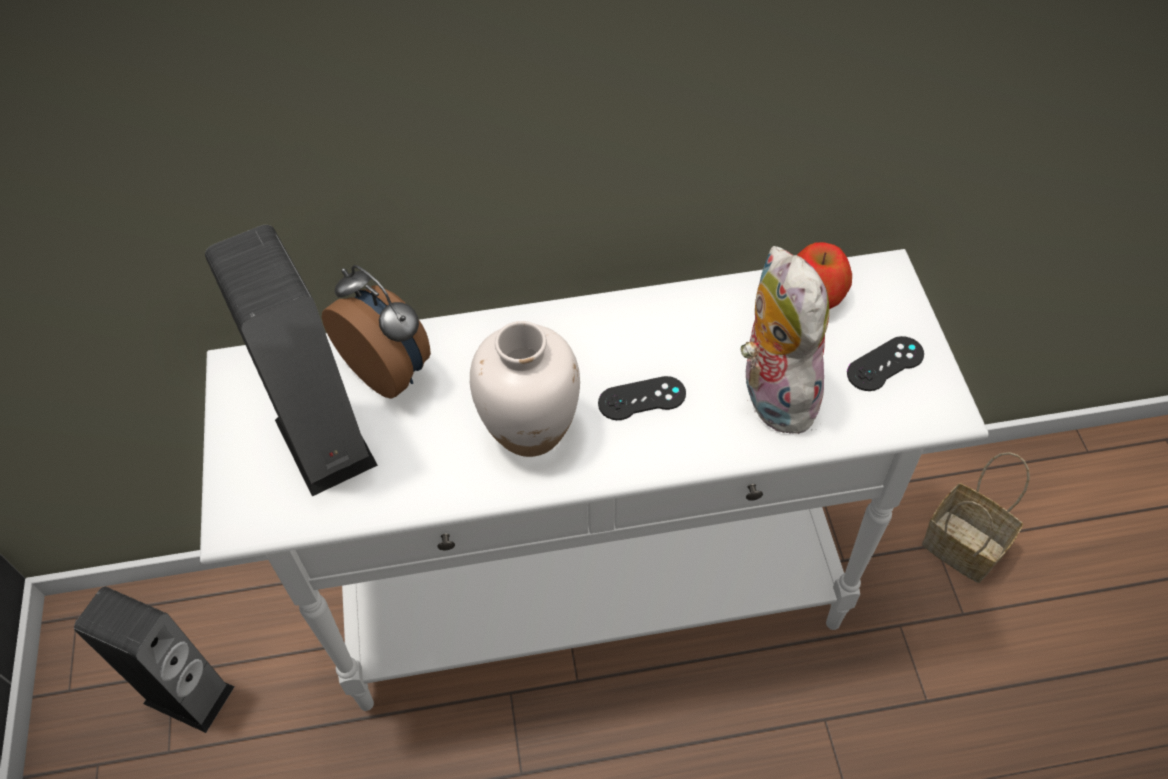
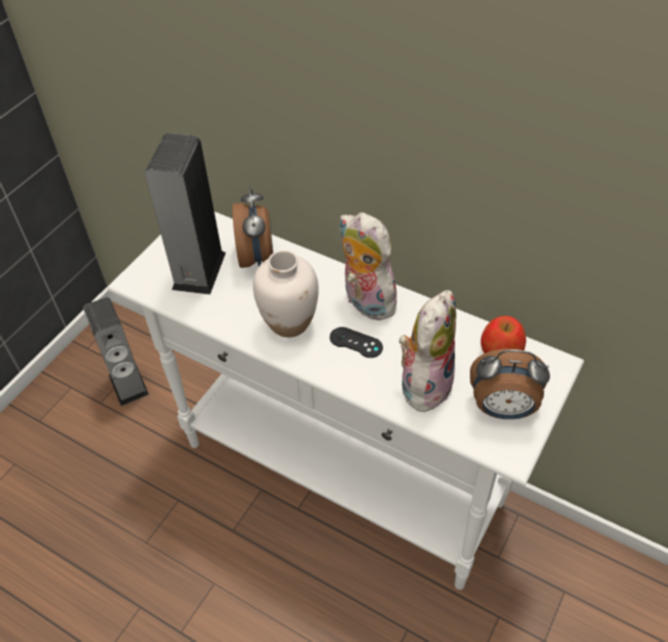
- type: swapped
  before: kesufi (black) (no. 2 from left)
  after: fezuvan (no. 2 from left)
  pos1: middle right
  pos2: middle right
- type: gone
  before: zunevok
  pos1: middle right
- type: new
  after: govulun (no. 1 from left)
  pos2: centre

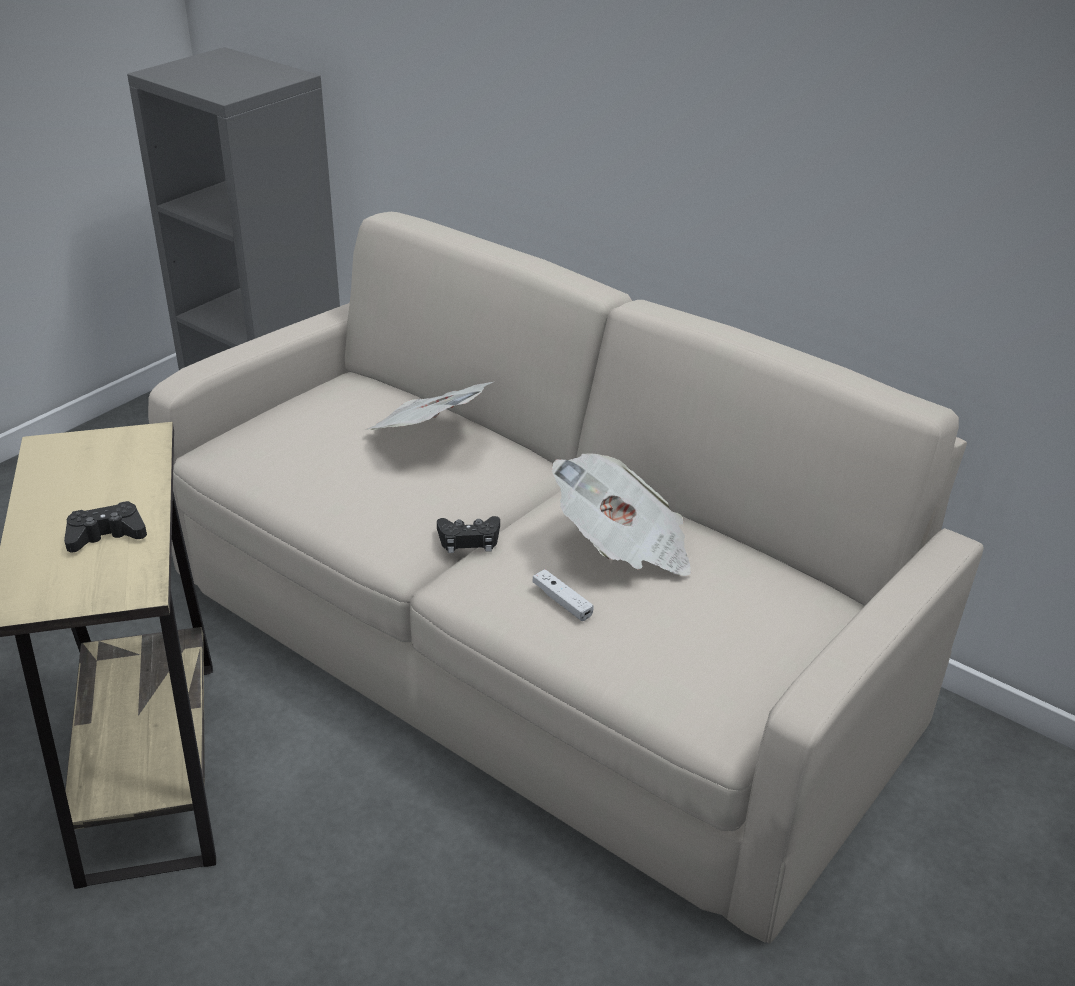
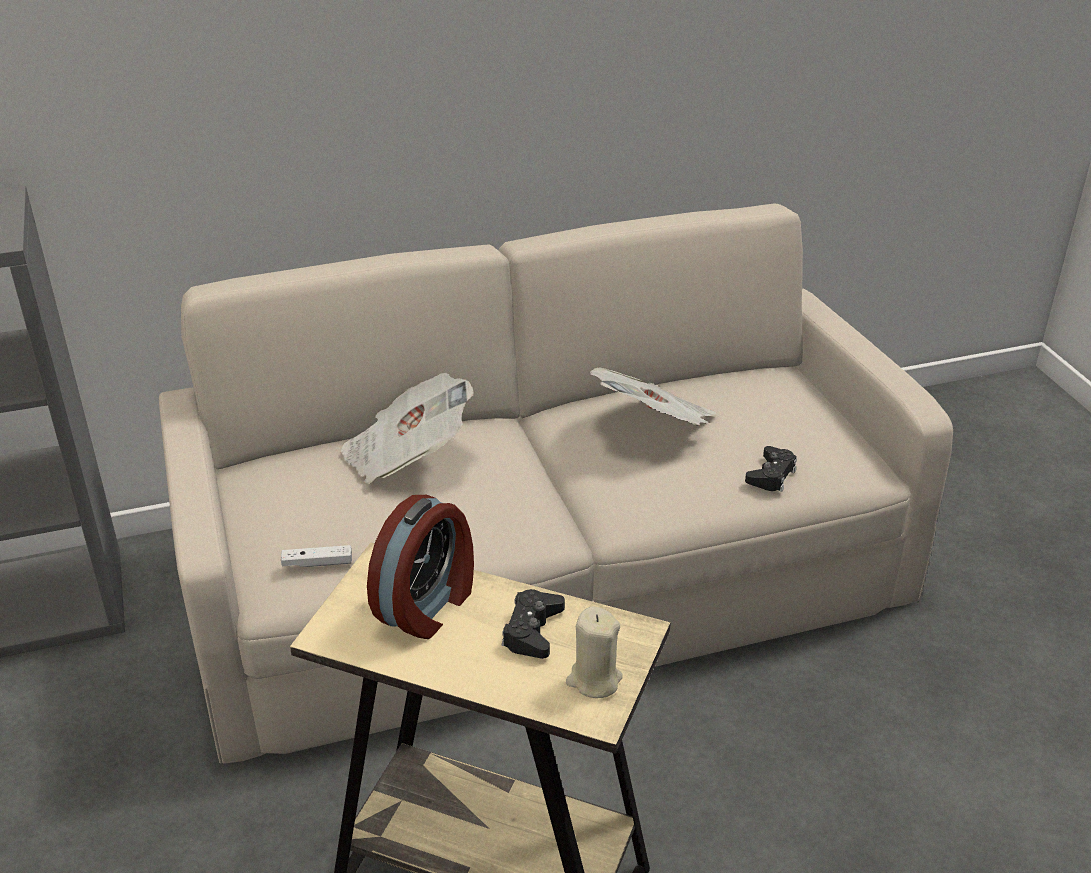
- type: shifted
  before: kesufi (black) (no. 2 from left)
  pos1: centre
  pos2: middle right
- type: shifted
  before: kesufi (white)
  pos1: centre
  pos2: middle left
- type: new
  after: fezuvan
  pos2: centre
- type: new
  after: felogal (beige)
  pos2: bottom centre

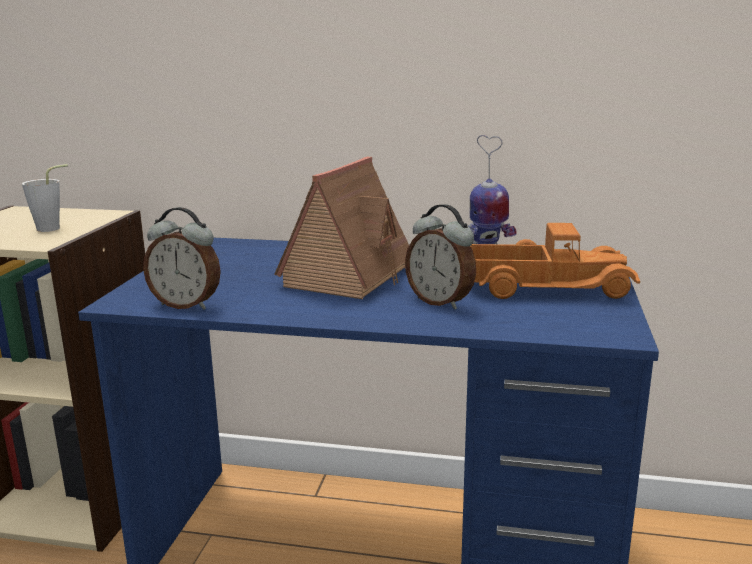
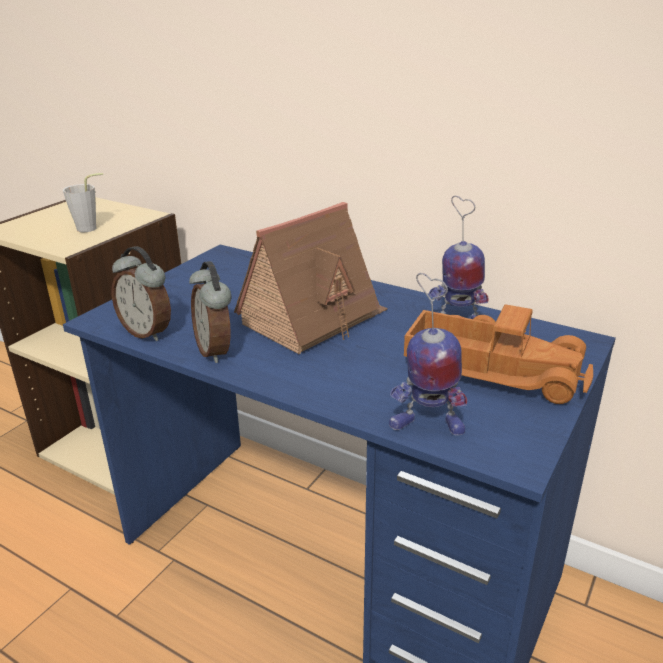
- type: shifted
  before: fezuvan (no. 2 from left)
  pos1: centre
  pos2: middle left
- type: new
  after: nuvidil (no. 1 from left)
  pos2: centre

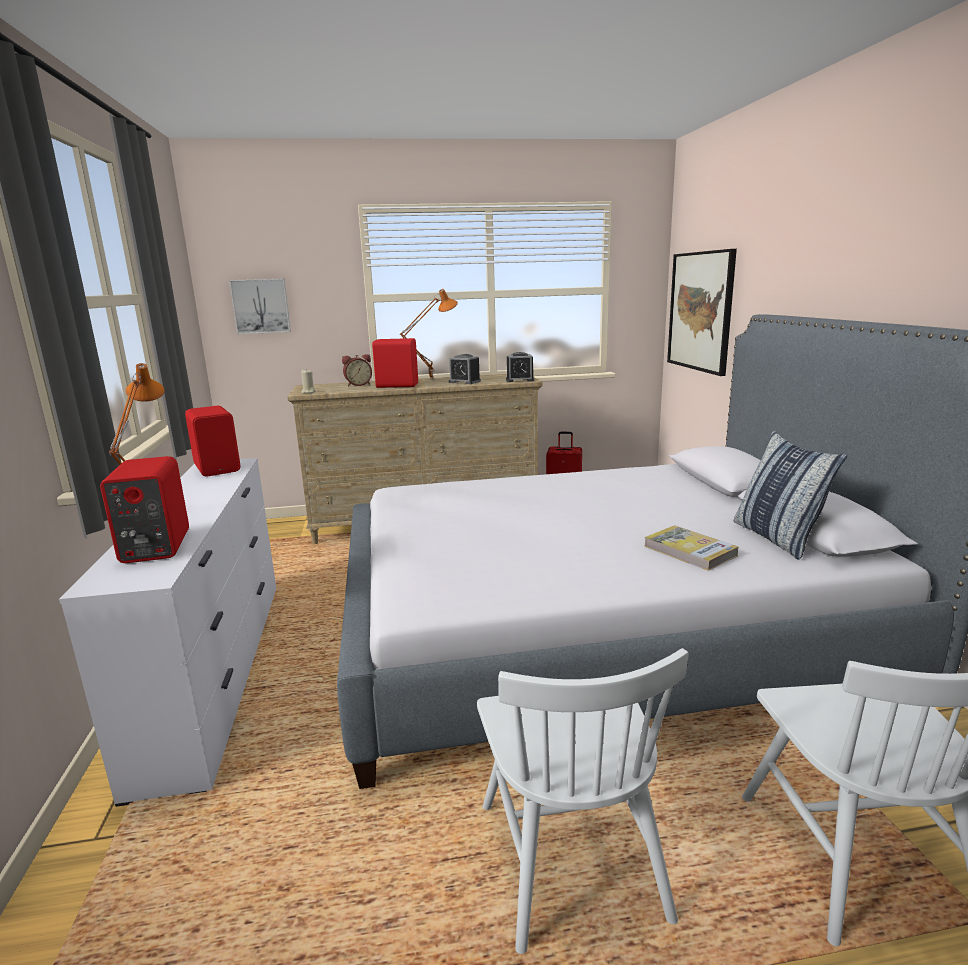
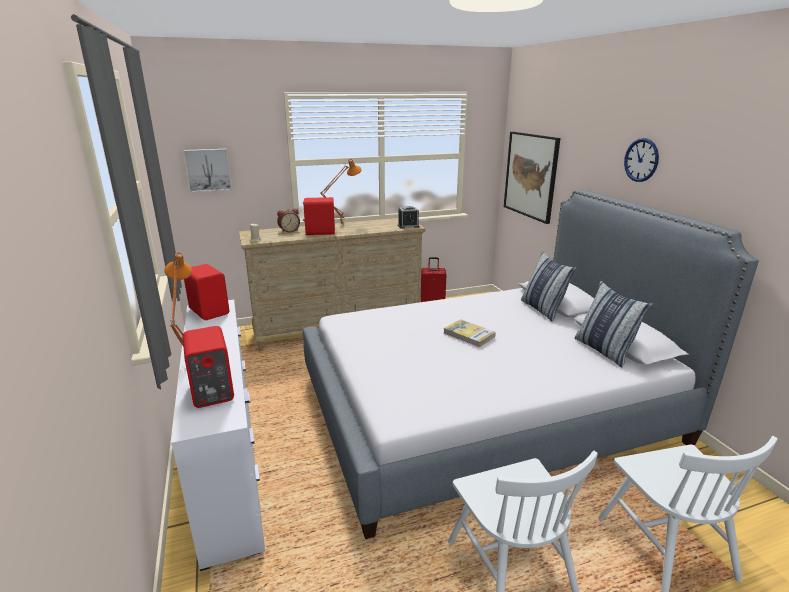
- type: gone
  before: fezuvan (no. 2 from left)
  pos1: centre
- type: shifted
  before: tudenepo
  pos1: middle right
  pos2: centre
- type: new
  after: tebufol (no. 1 from left)
  pos2: middle right
- type: new
  after: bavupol
  pos2: top right

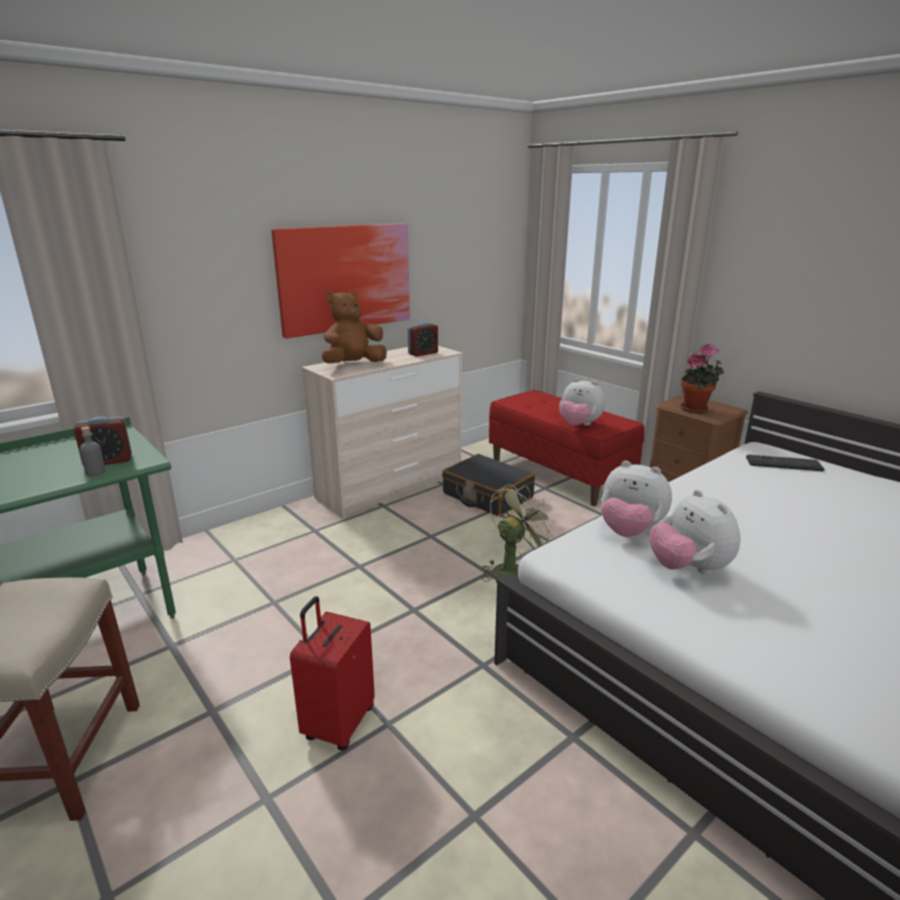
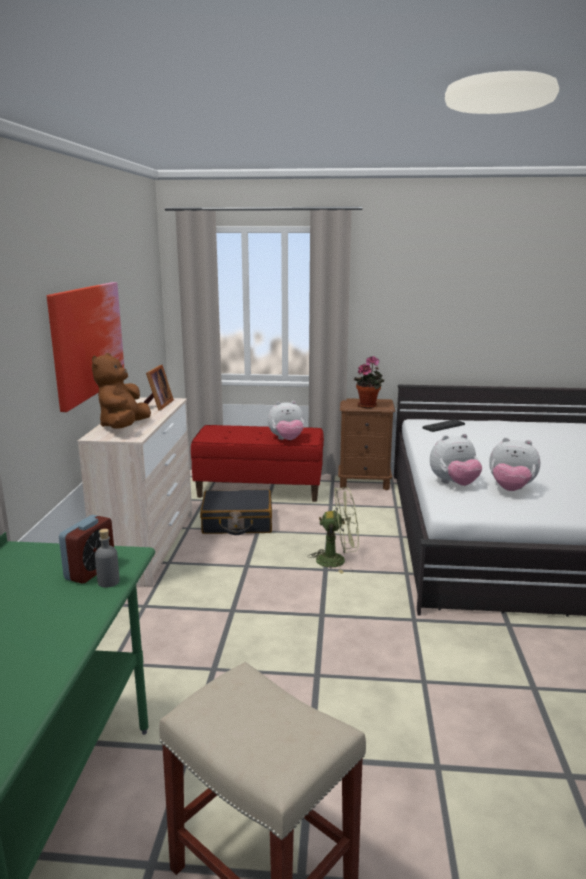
- type: gone
  before: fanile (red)
  pos1: bottom centre
- type: swapped
  before: fezuvan (no. 2 from left)
  after: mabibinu
  pos1: centre
  pos2: middle left
- type: rotated
  before: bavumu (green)
  pos1: centre
  pos2: centre
  turn: 90

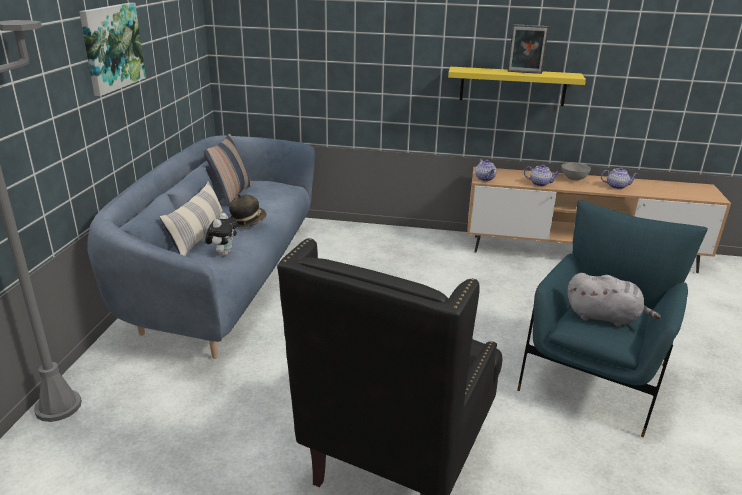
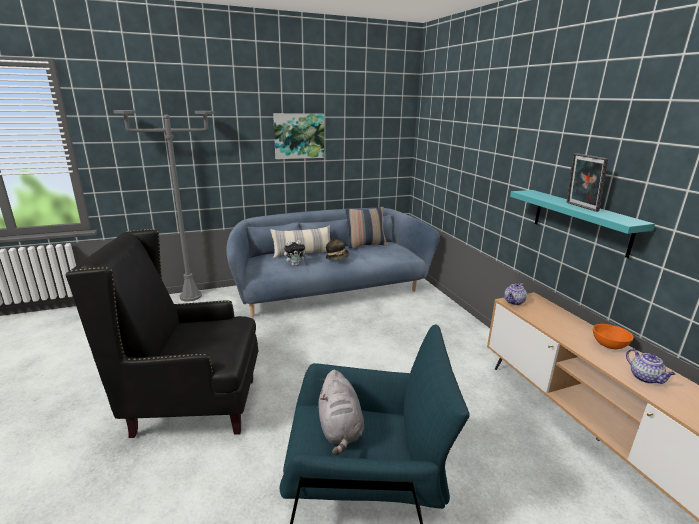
- type: repainted
  before: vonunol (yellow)
  after: vonunol (turquoise)
  pos1: top right
  pos2: middle right
- type: gone
  before: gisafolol (no. 2 from left)
  pos1: middle right
- type: repainted
  before: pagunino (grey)
  after: pagunino (orange)
  pos1: middle right
  pos2: middle right

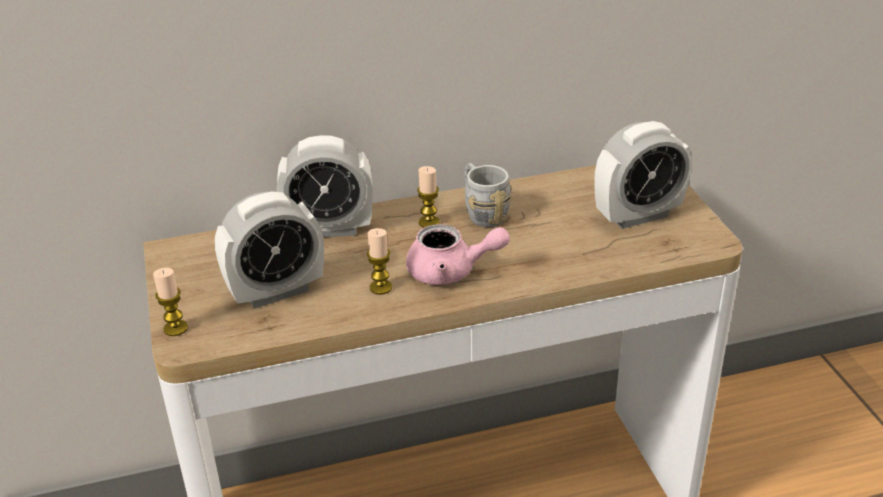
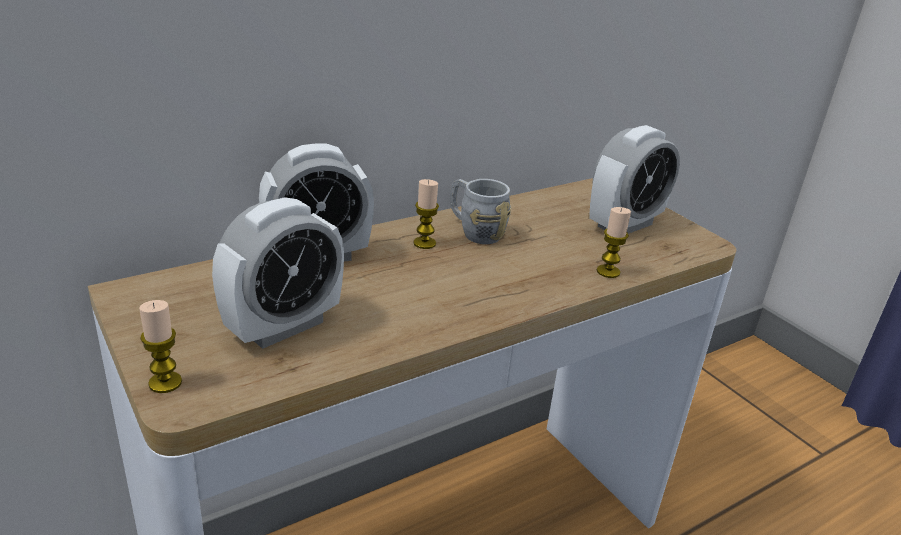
- type: shifted
  before: felogal (no. 2 from left in the first image)
  after: felogal (no. 3 from left)
  pos1: centre
  pos2: middle right
- type: gone
  before: gisafolol (pink)
  pos1: centre

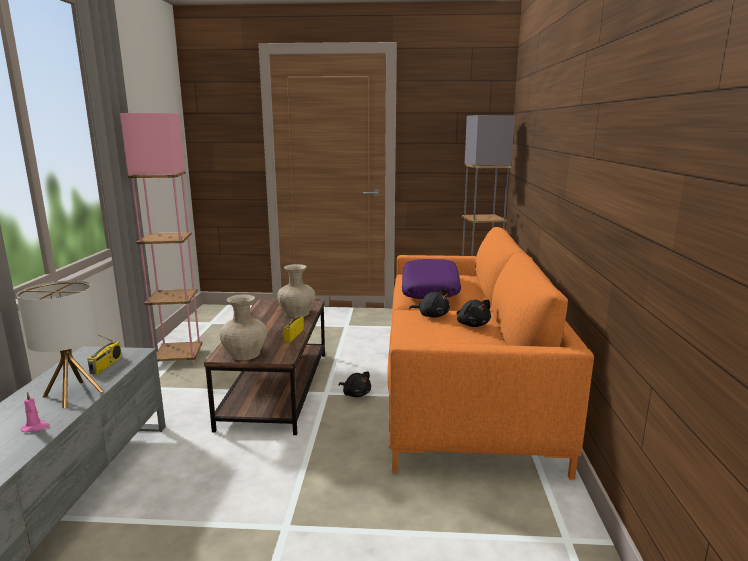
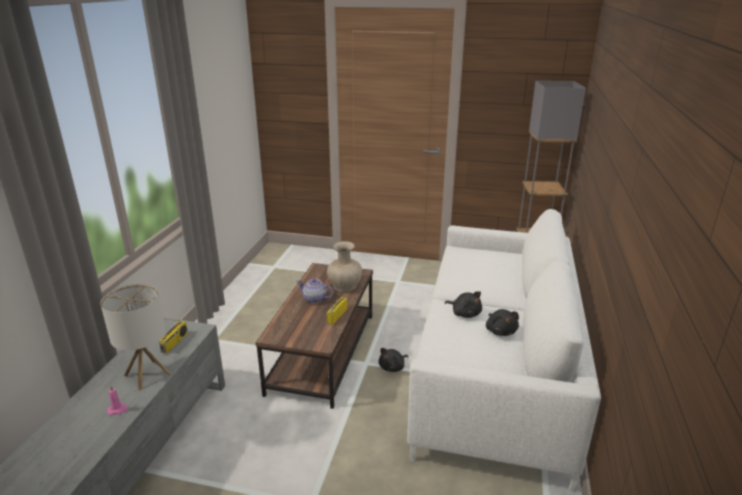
- type: gone
  before: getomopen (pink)
  pos1: middle left
- type: gone
  before: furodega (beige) (no. 1 from left)
  pos1: middle left
- type: rotated
  before: govulun (black) (no. 1 from left)
  pos1: bottom centre
  pos2: bottom centre
  turn: 90
- type: repainted
  before: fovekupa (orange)
  after: fovekupa (white)
  pos1: centre
  pos2: bottom right
- type: gone
  before: tebufol (purple)
  pos1: centre
- type: new
  after: gisafolol
  pos2: centre

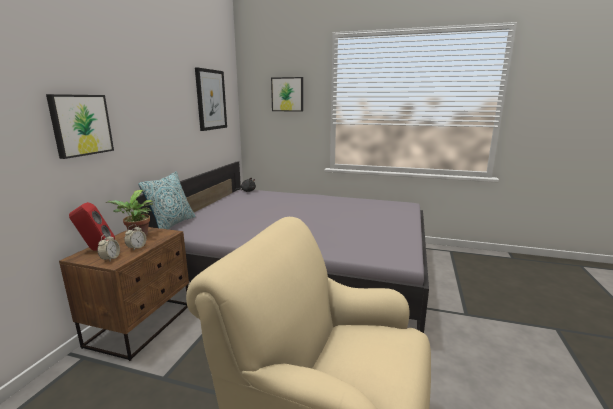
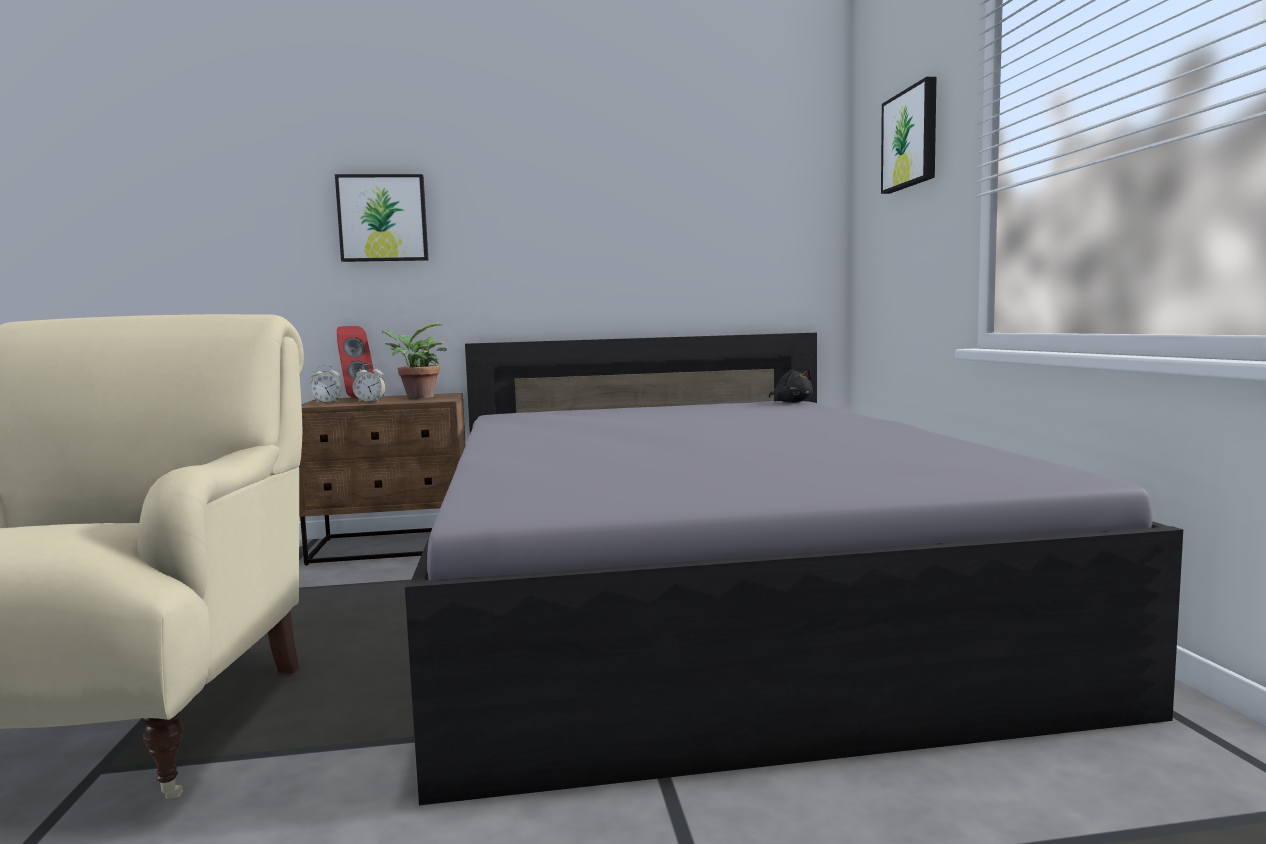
- type: gone
  before: tebufol
  pos1: middle left
- type: gone
  before: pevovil (no. 2 from left)
  pos1: top centre

